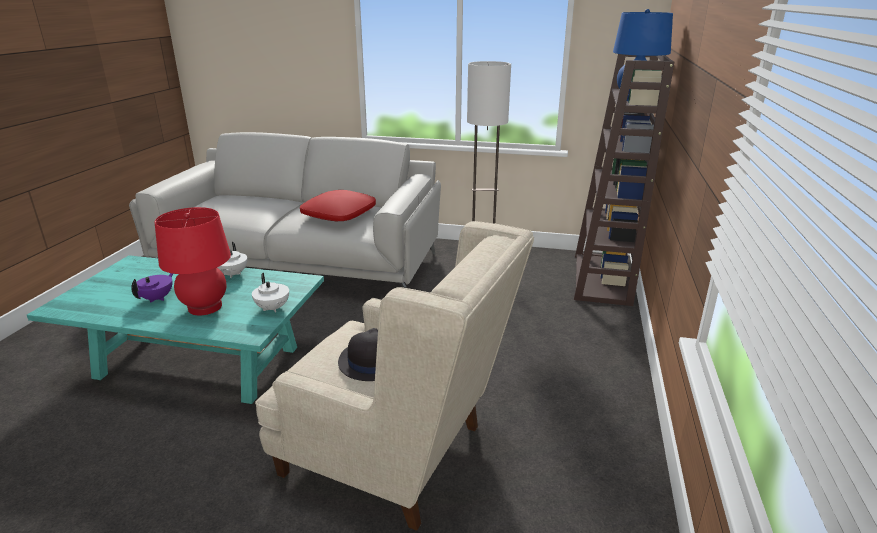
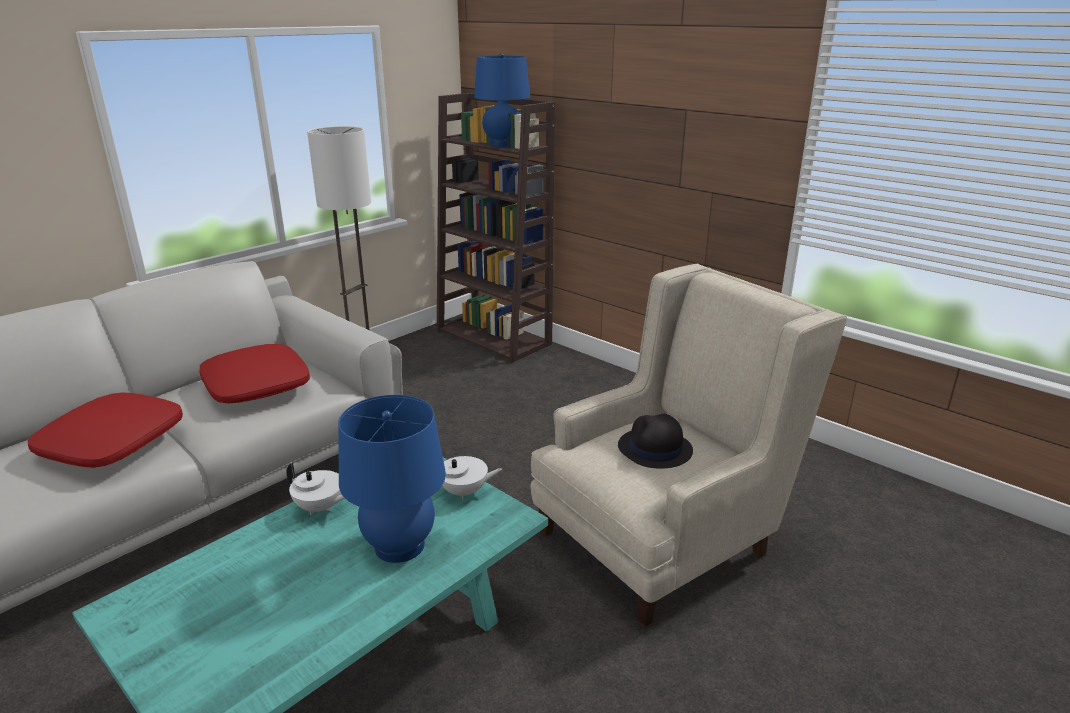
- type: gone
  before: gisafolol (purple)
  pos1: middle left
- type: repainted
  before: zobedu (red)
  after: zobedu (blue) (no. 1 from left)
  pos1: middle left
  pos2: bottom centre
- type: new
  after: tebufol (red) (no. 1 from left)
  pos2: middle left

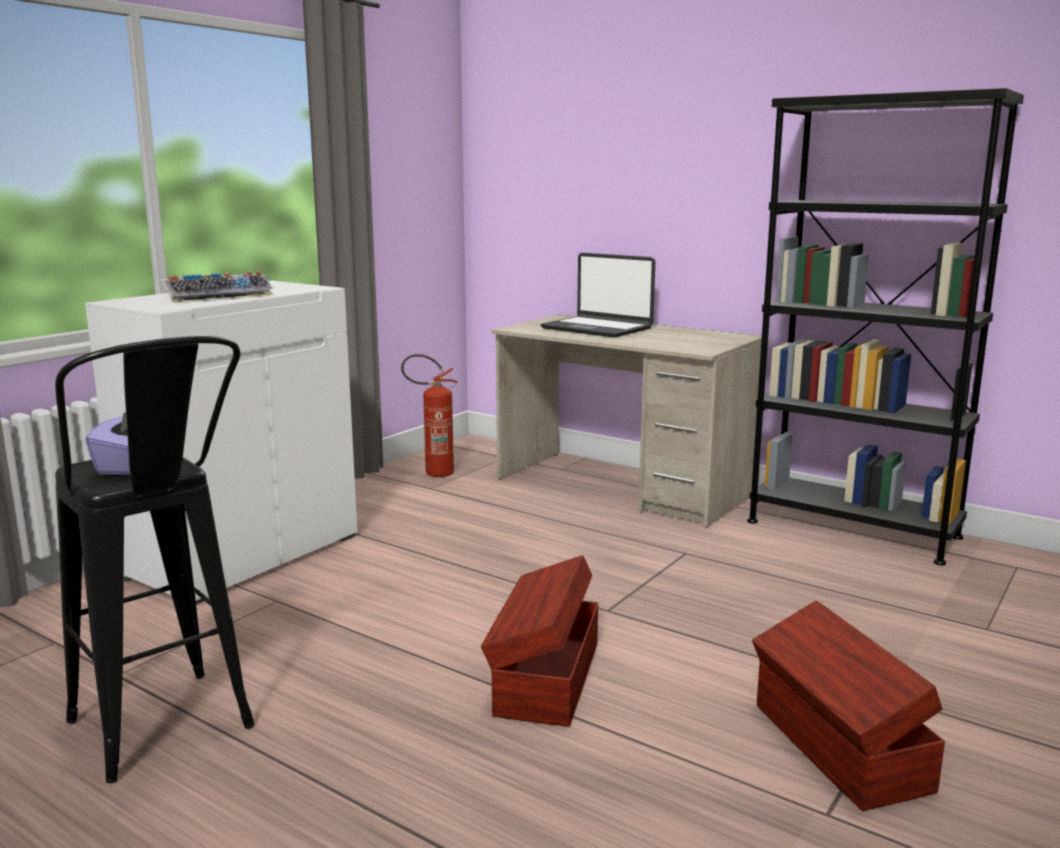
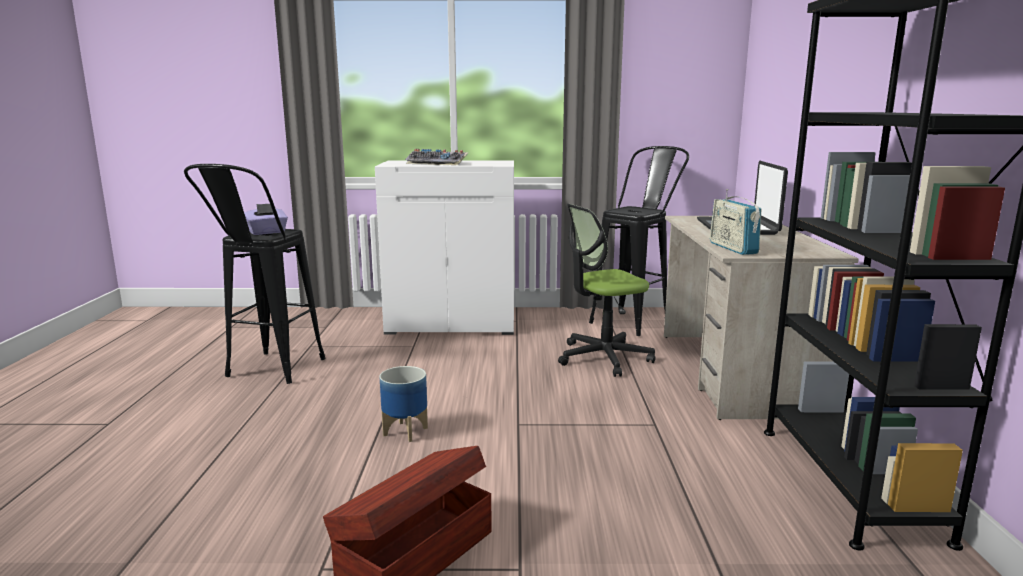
- type: swapped
  before: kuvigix
  after: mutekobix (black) (no. 2 from left)
  pos1: centre
  pos2: centre
- type: swapped
  before: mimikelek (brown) (no. 1 from left)
  after: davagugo
  pos1: bottom centre
  pos2: bottom centre
- type: new
  after: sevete
  pos2: centre
- type: new
  after: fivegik
  pos2: middle right

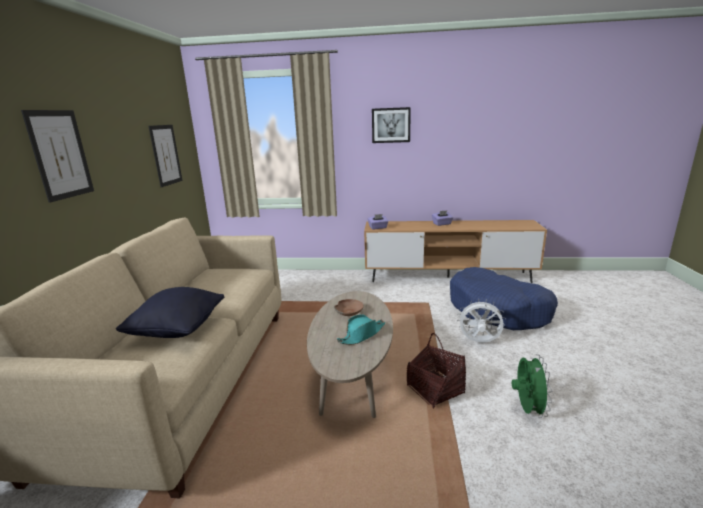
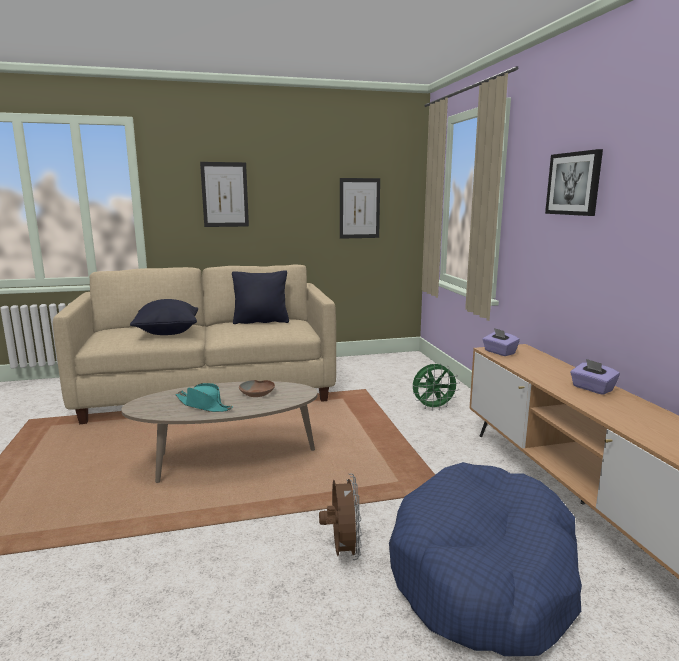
- type: gone
  before: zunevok
  pos1: bottom centre
- type: repainted
  before: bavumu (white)
  after: bavumu (brown)
  pos1: middle right
  pos2: bottom centre
- type: shifted
  before: bavumu (green)
  pos1: bottom right
  pos2: centre
- type: new
  after: tebufol (black) (no. 2 from left)
  pos2: centre

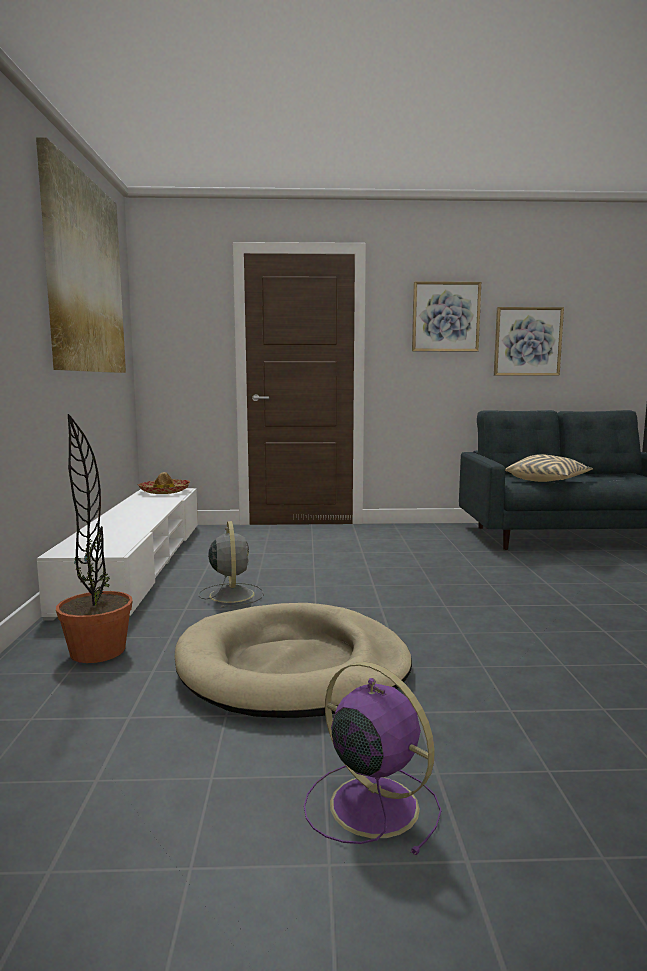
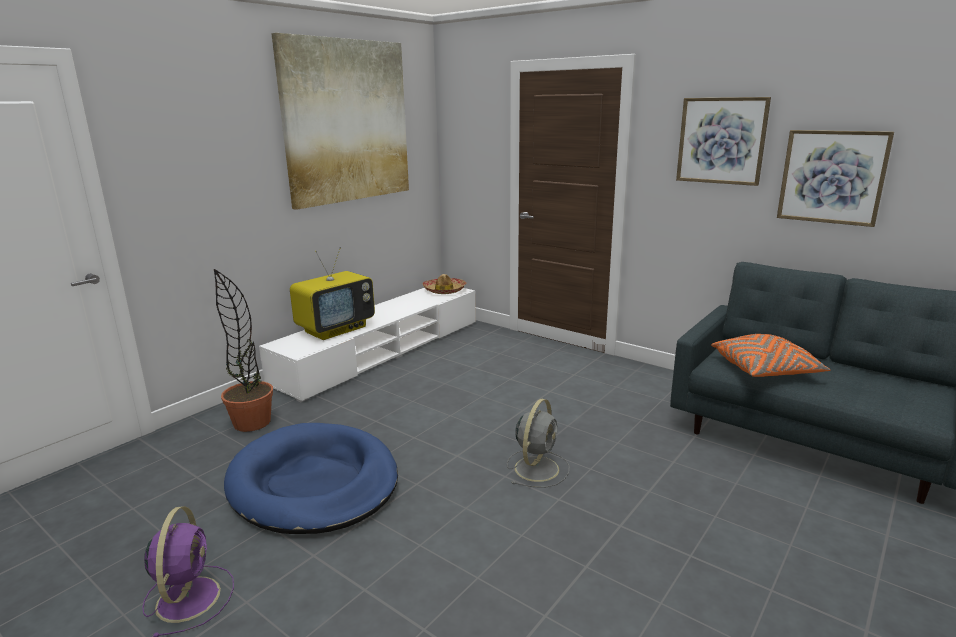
- type: repainted
  before: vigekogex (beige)
  after: vigekogex (blue)
  pos1: bottom centre
  pos2: bottom left
- type: shifted
  before: bavumu (grey)
  pos1: centre
  pos2: bottom centre
- type: repainted
  before: tebufol (beige)
  after: tebufol (orange)
  pos1: middle right
  pos2: middle right
- type: new
  after: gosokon
  pos2: centre

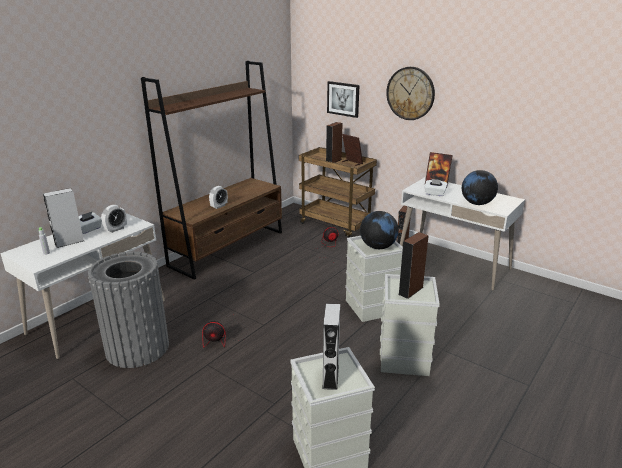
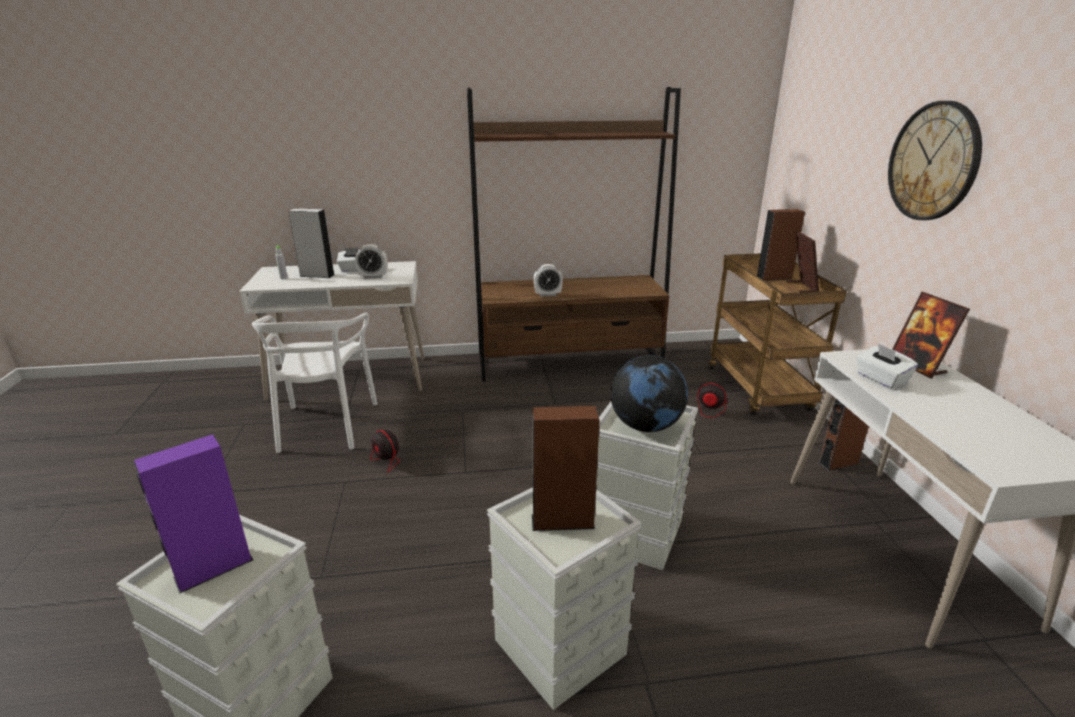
- type: swapped
  before: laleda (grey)
  after: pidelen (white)
  pos1: middle left
  pos2: middle left
- type: repainted
  before: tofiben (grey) (no. 2 from left)
  after: tofiben (purple)
  pos1: bottom centre
  pos2: bottom left
- type: gone
  before: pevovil
  pos1: top centre
- type: gone
  before: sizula (no. 2 from left)
  pos1: middle right

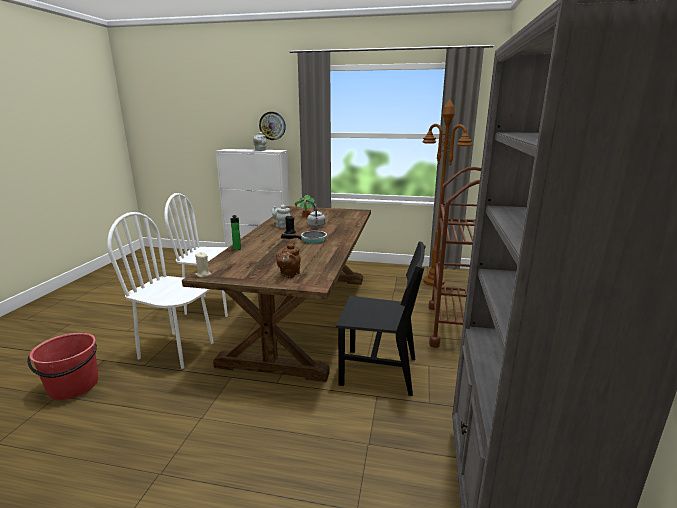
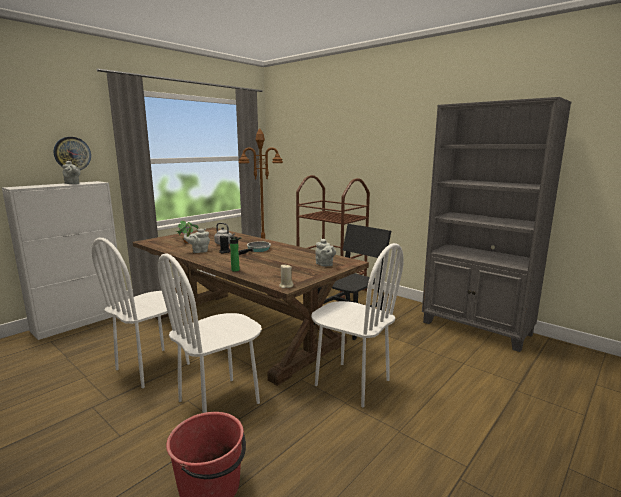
- type: repainted
  before: gisafolol (brown)
  after: gisafolol (grey) (no. 3 from left)
  pos1: centre
  pos2: centre
- type: new
  after: pidelen (white) (no. 3 from left)
  pos2: centre

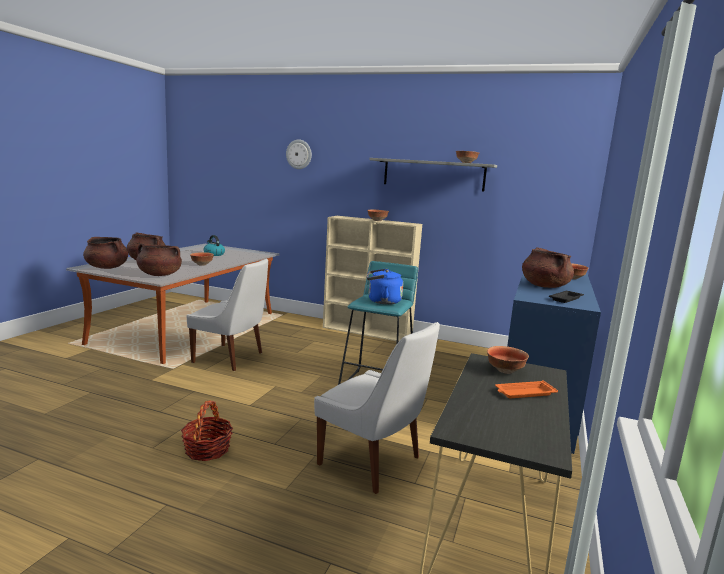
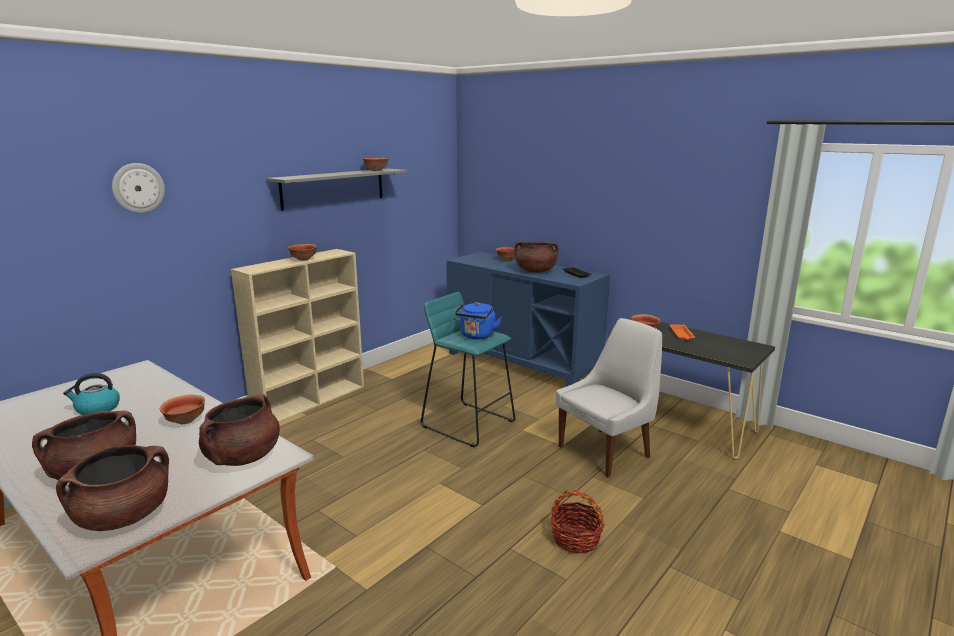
- type: gone
  before: pidelen (white) (no. 1 from left)
  pos1: middle left

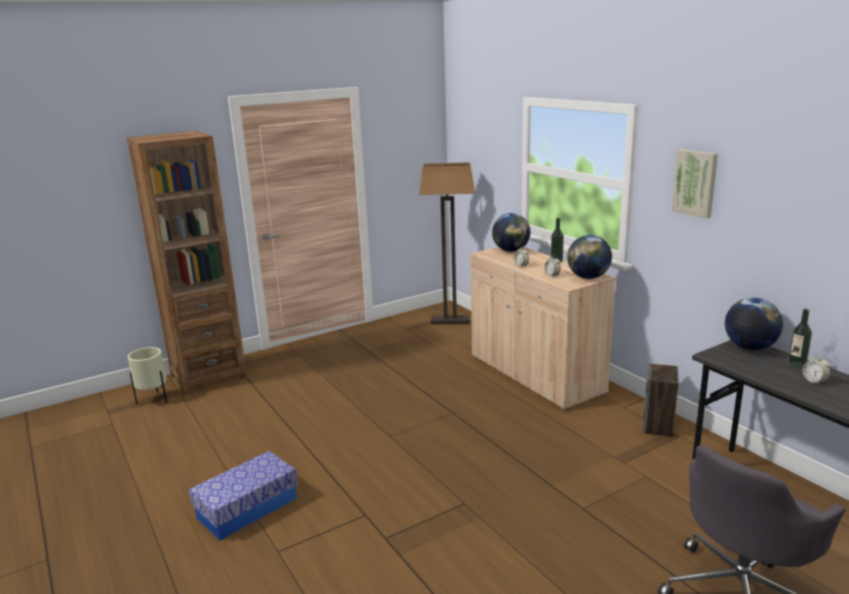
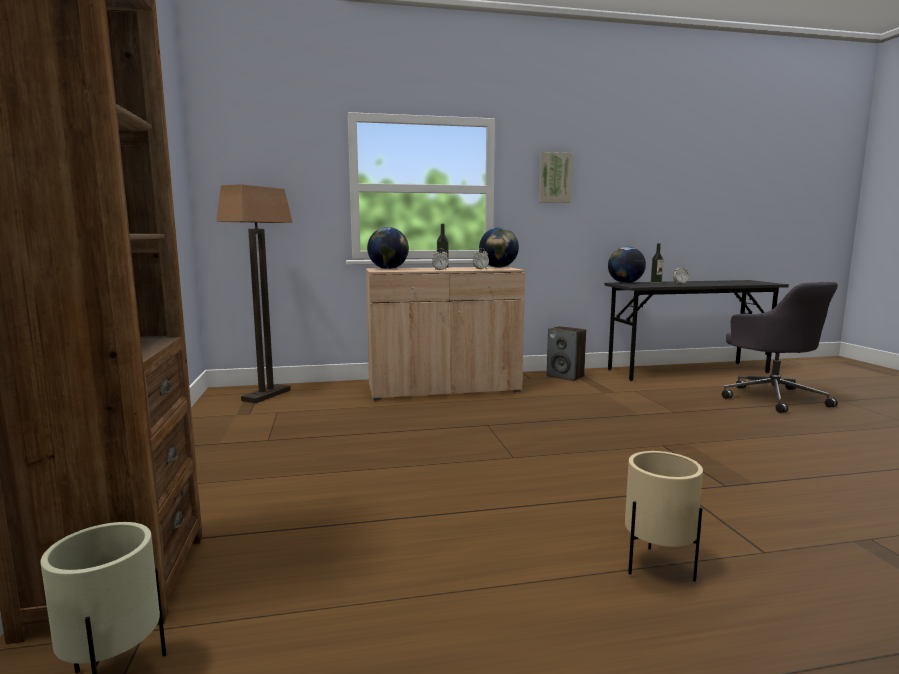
- type: swapped
  before: mimikelek
  after: davagugo (beige) (no. 2 from left)
  pos1: bottom left
  pos2: bottom right

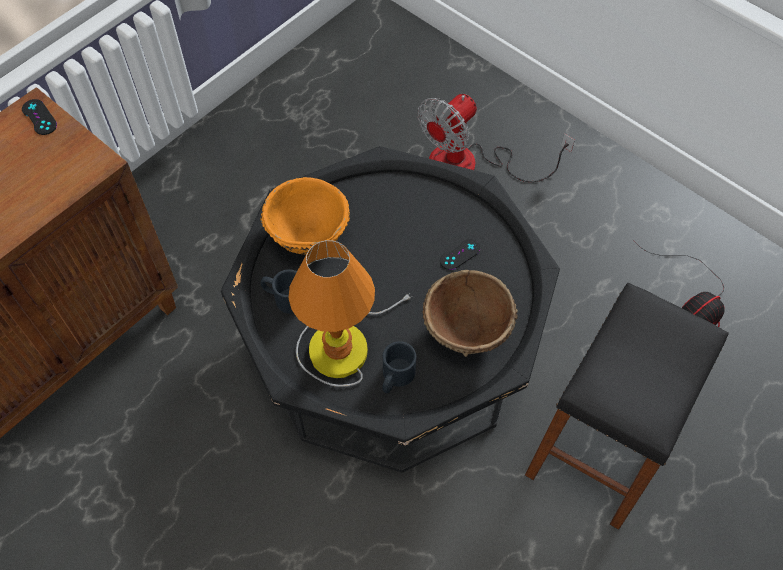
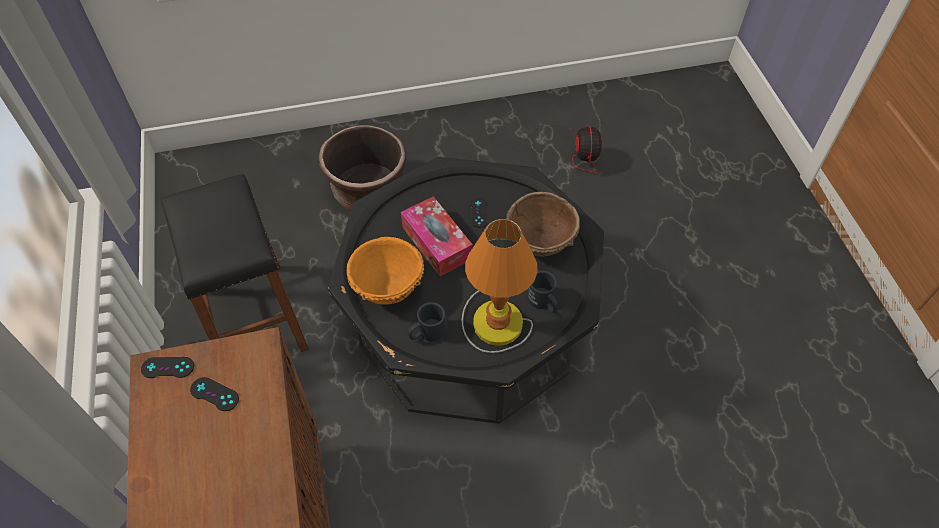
- type: swapped
  before: bavumu (no. 1 from left)
  after: davagugo (brown)
  pos1: top centre
  pos2: top centre
- type: shifted
  before: mutekobix (black)
  pos1: bottom right
  pos2: middle left
- type: new
  after: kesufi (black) (no. 2 from left)
  pos2: bottom left
- type: new
  after: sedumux
  pos2: centre

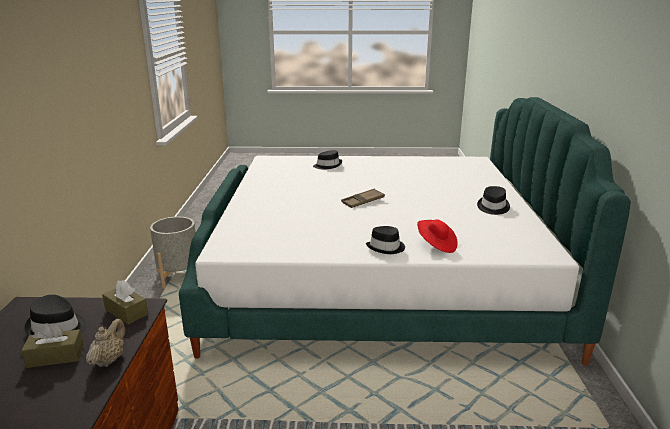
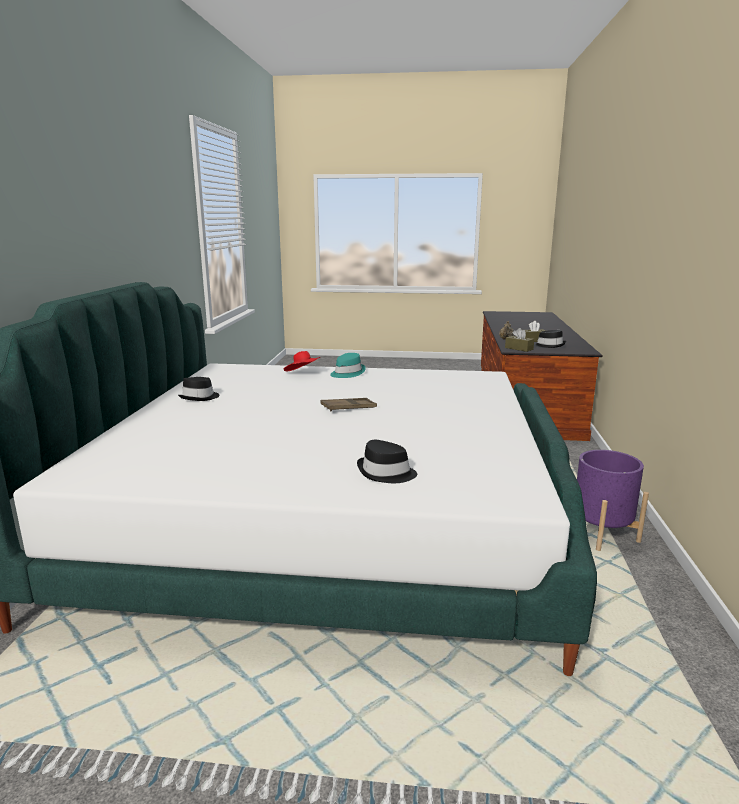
- type: repainted
  before: davagugo (grey)
  after: davagugo (purple)
  pos1: middle left
  pos2: middle right
- type: repainted
  before: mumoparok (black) (no. 3 from left)
  after: mumoparok (turquoise)
  pos1: centre
  pos2: centre

